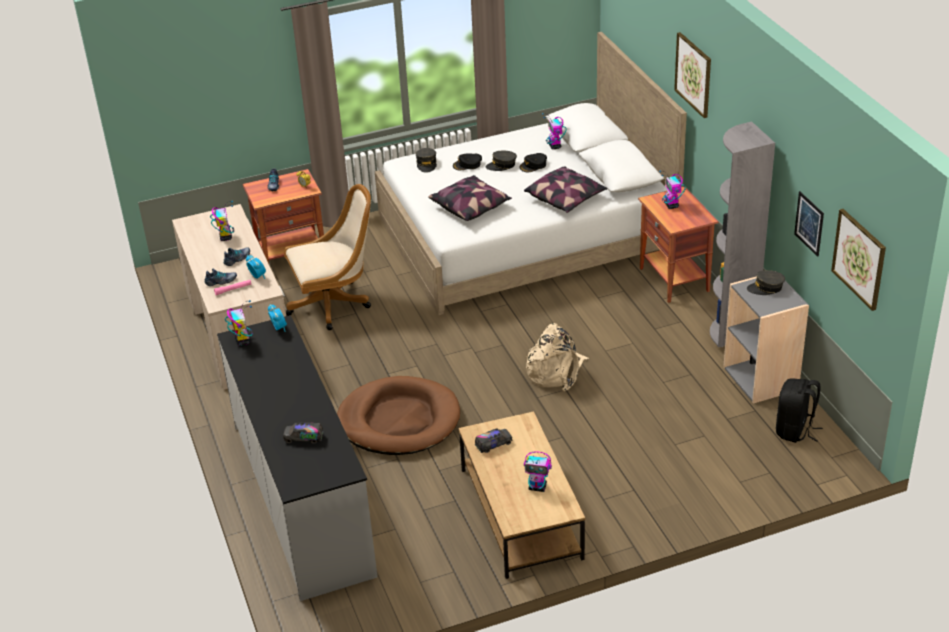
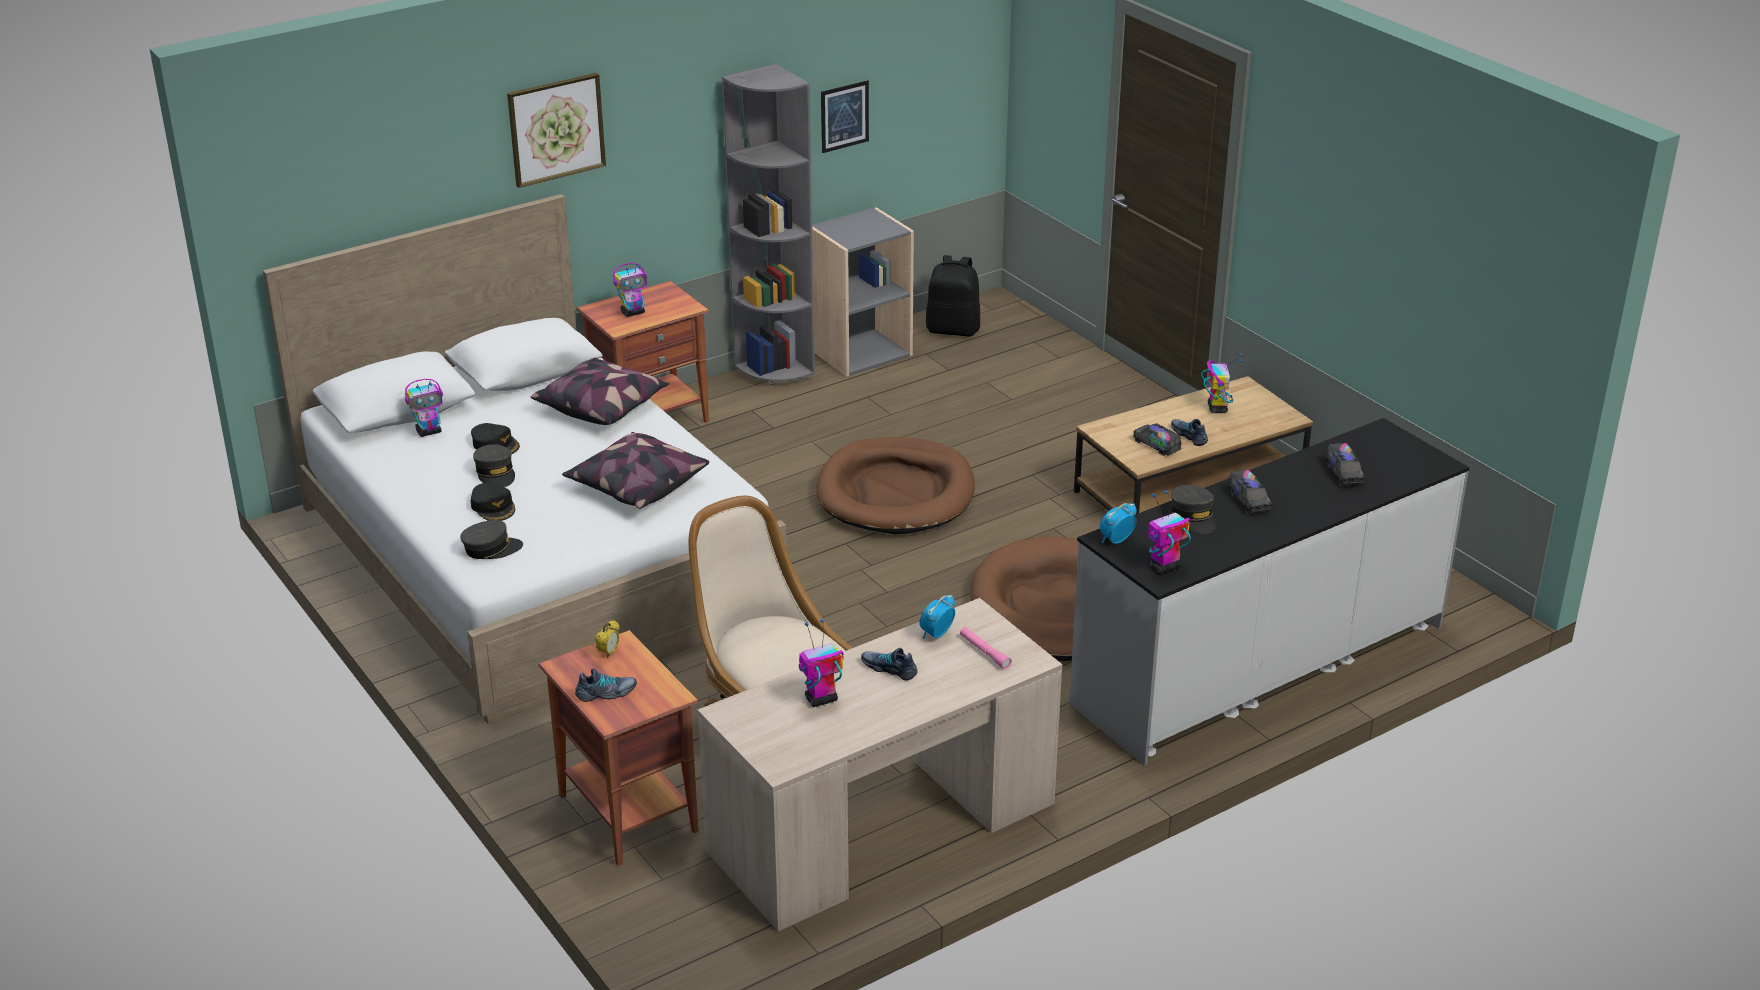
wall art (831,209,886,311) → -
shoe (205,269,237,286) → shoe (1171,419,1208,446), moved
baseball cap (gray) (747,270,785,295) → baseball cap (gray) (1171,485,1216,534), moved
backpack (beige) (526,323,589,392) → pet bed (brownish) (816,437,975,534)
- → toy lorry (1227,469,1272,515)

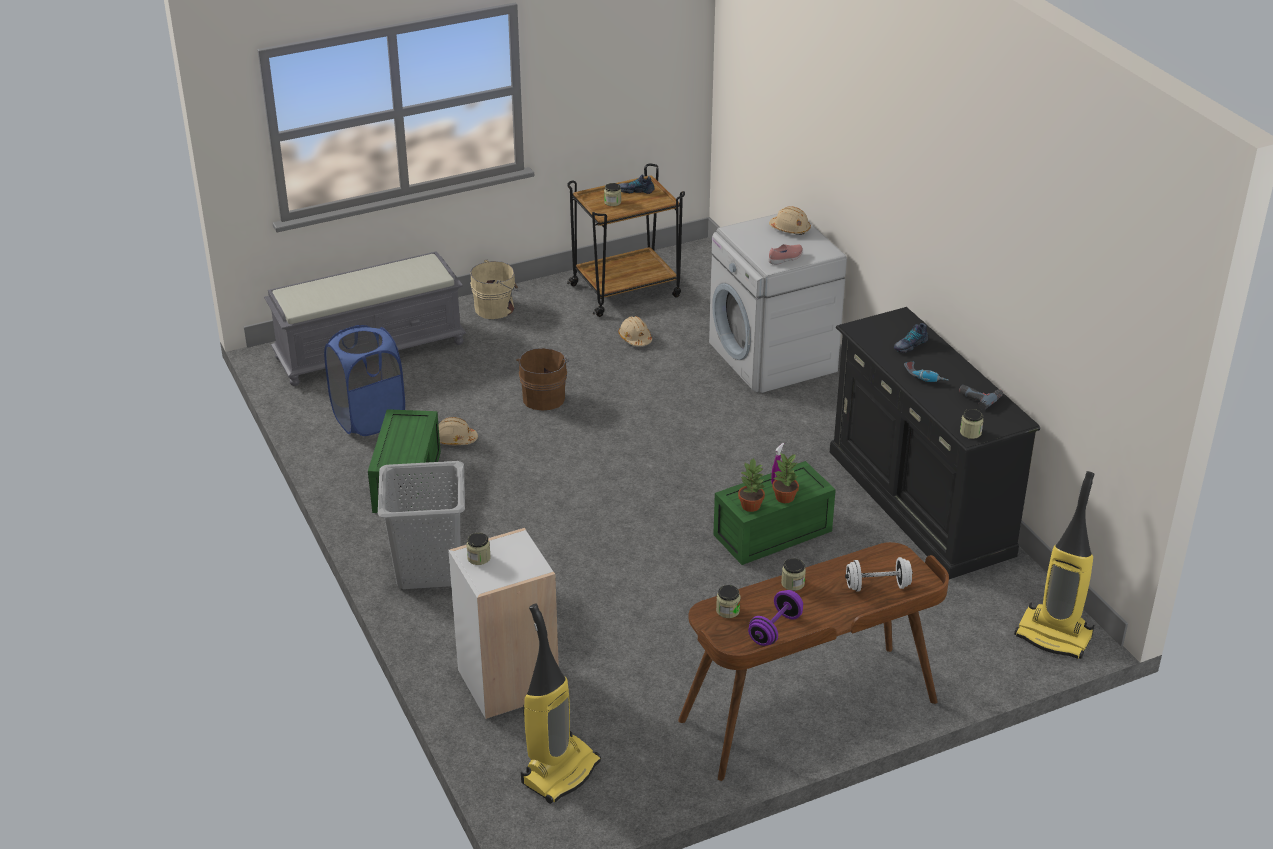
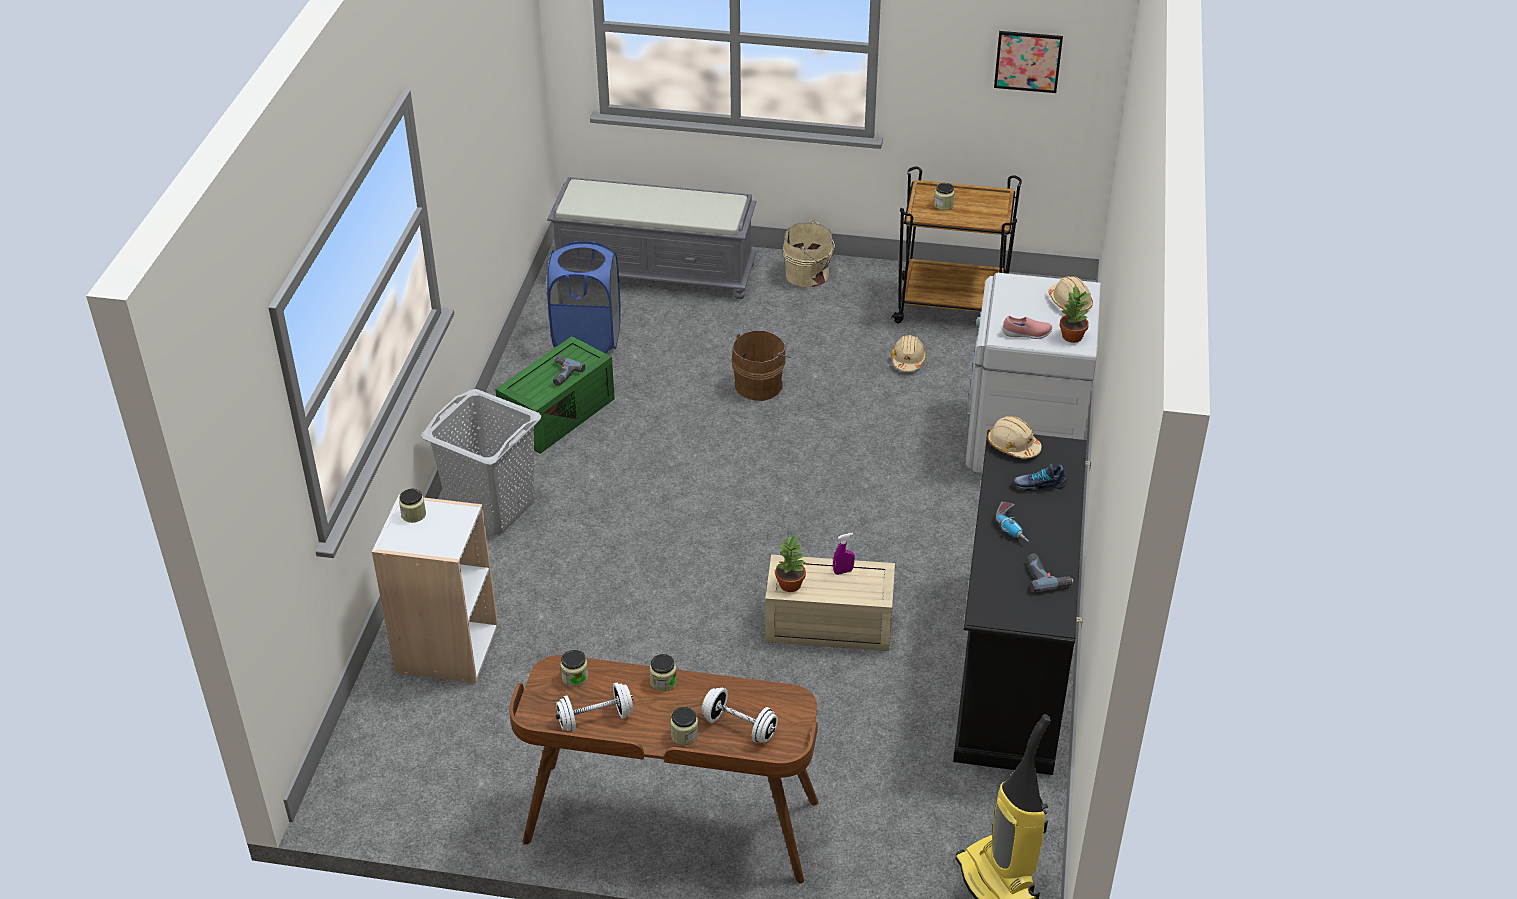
shoe (619,175,654,194) → -
jar (960,409,984,439) → jar (670,707,698,745), moved
safety helmet (beige) (438,417,478,445) → safety helmet (beige) (988,416,1042,459), moved
potted plant (772,454,799,503) → potted plant (1059,286,1090,343), moved
storage bin (green-coloured) (713,461,836,565) → storage bin (beige) (765,555,895,651)
dumbbell (purple-coloured) (748,590,803,646) → dumbbell (white) (556,683,633,732)
hoover (521,603,601,804) → -
- → wall art (994,31,1063,93)
- → power drill (553,355,586,386)

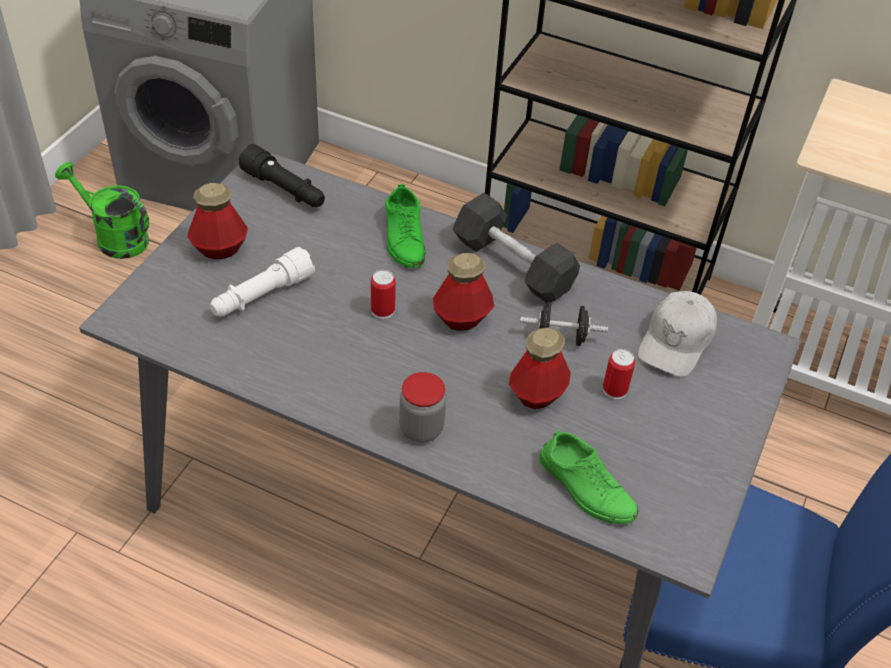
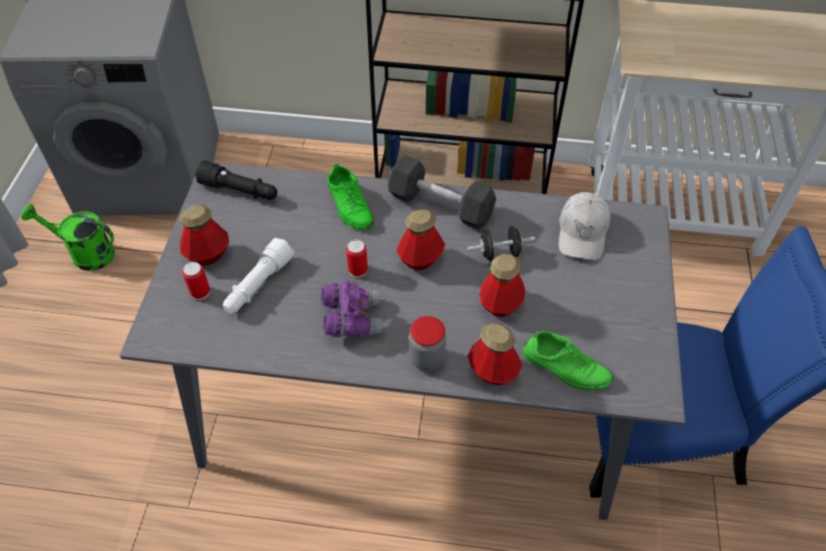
sealed can (603,349,635,399) → sealed can (182,262,210,300), moved
- → field glasses (purple-coloured) (321,280,383,337)
- → beverage bottle (468,323,522,385)

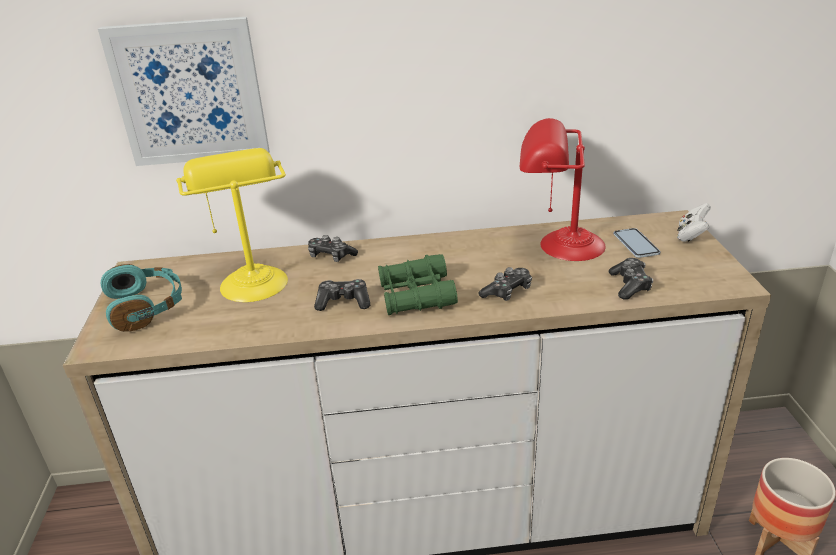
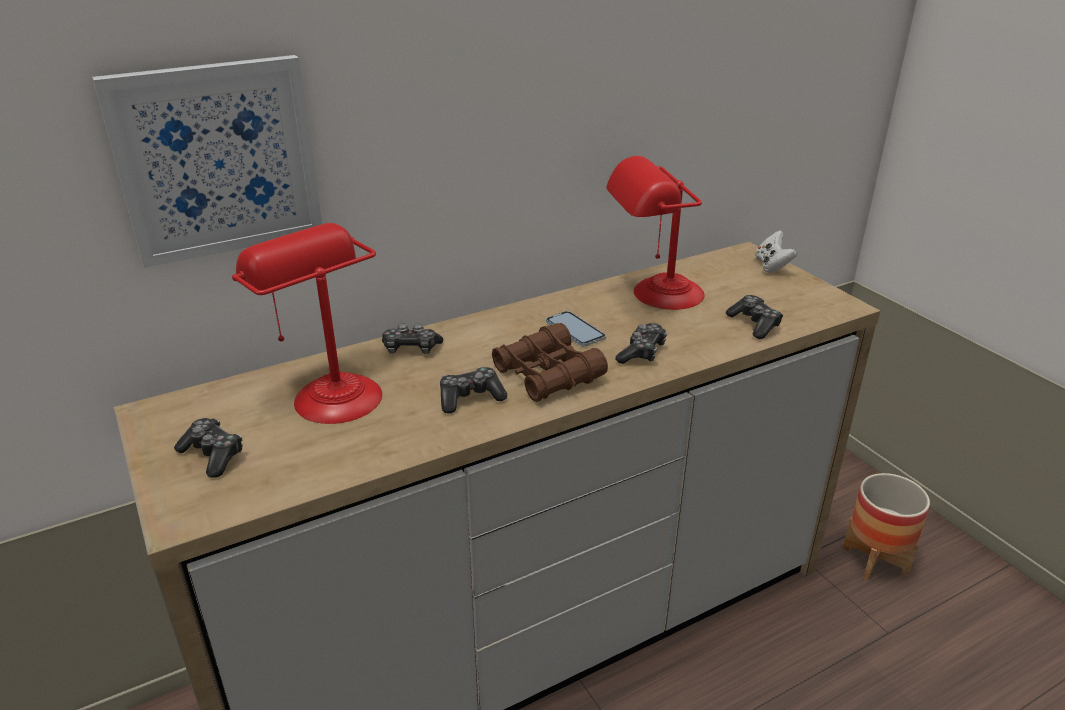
table lamp (yellowish) (176,148,288,302) → table lamp (red-coloured) (232,223,382,424)
handset (614,228,660,258) → handset (546,311,606,346), moved
field glasses (green-coloured) (378,254,458,315) → field glasses (brownish) (492,323,608,402)
pair of headphones (blue-green) (101,264,182,332) → joypad (174,418,243,478)

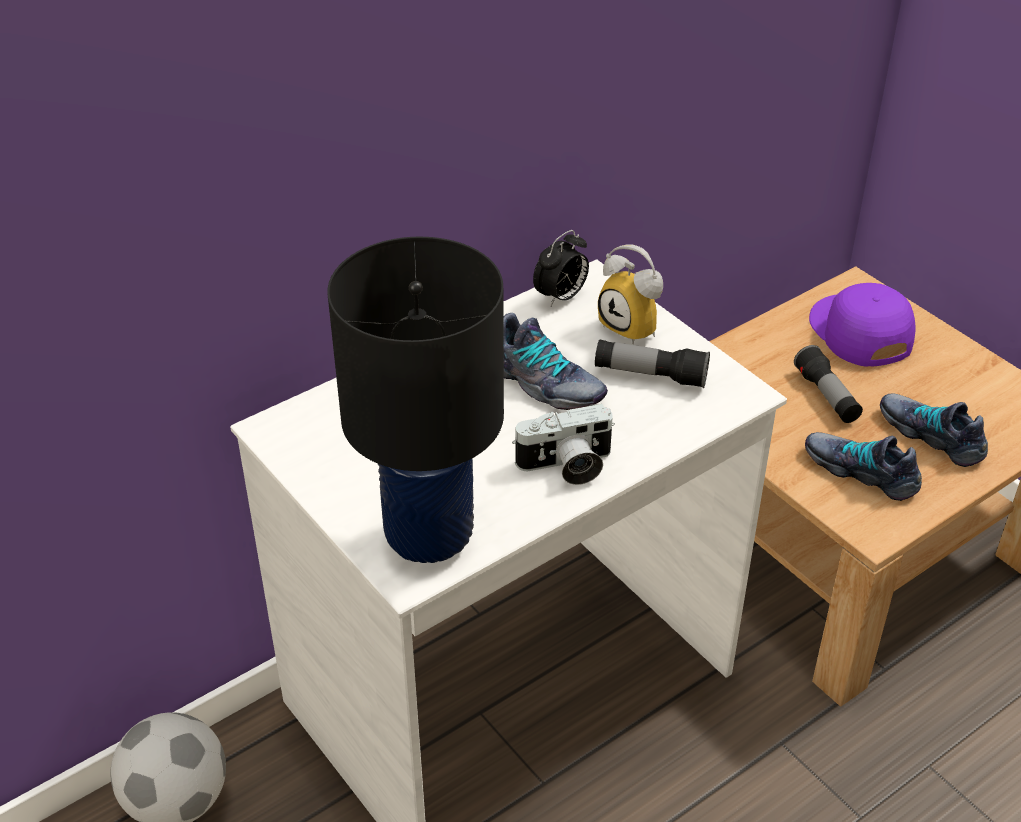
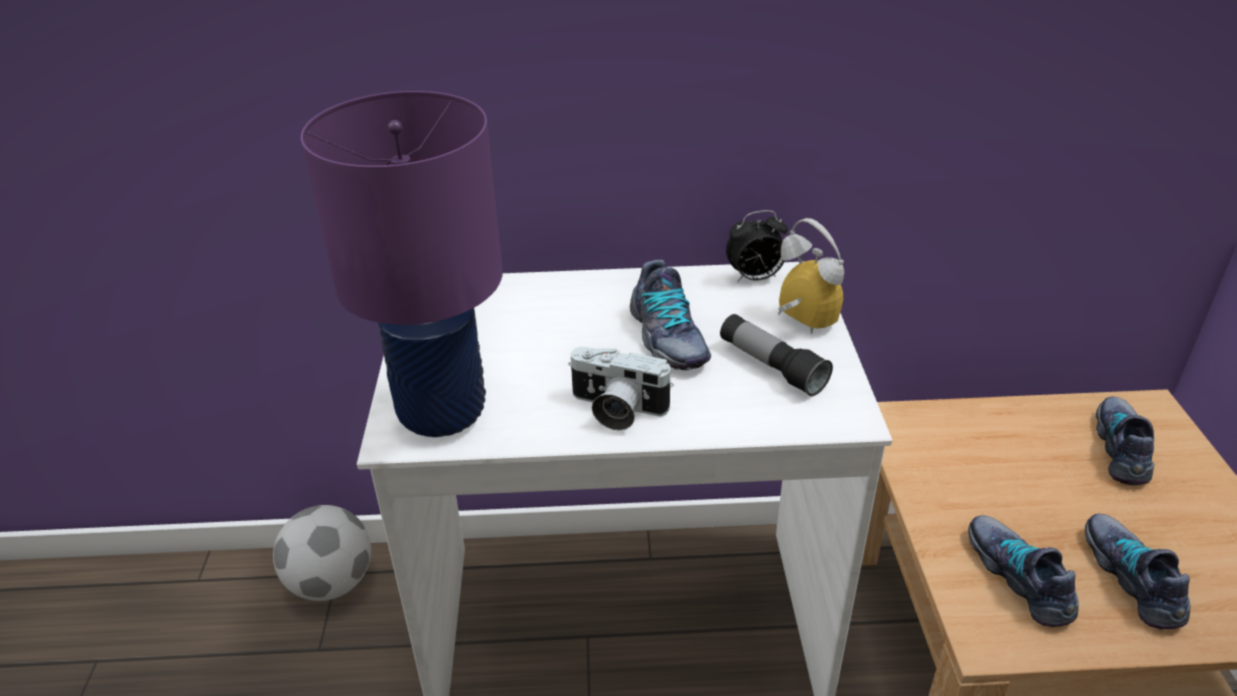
table lamp (black) (327,237,504,563) → table lamp (purple-coloured) (301,91,503,437)
bedside clock (598,244,663,344) → bedside clock (778,218,844,334), 150 degrees clockwise
baseball cap (purple-coloured) (809,283,916,367) → shoe (1096,396,1155,485)
torch (794,345,863,423) → -

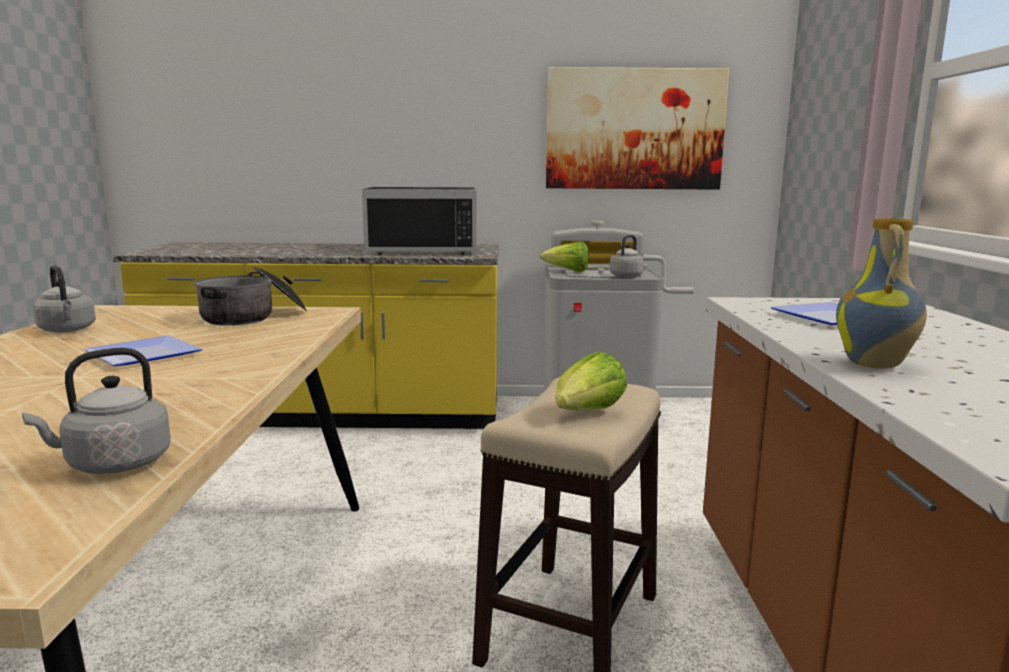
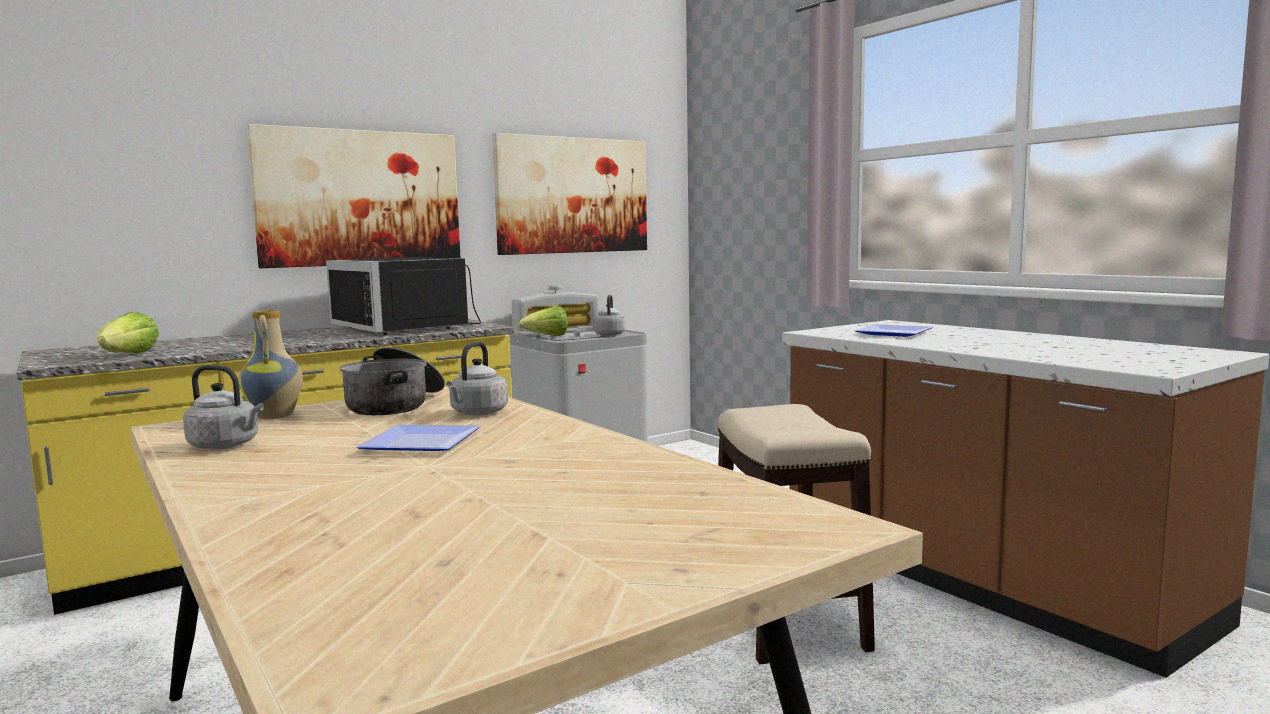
microwave (black) (362,187,477,254) → microwave (black) (326,257,481,335), 90 degrees clockwise
vase (836,218,927,369) → vase (239,310,303,419), moved
kettle (gray) (22,348,171,474) → kettle (gray) (446,342,508,416), moved
lettuce head (556,352,627,410) → lettuce head (97,312,159,354), moved
- → wall art (246,124,460,268)

